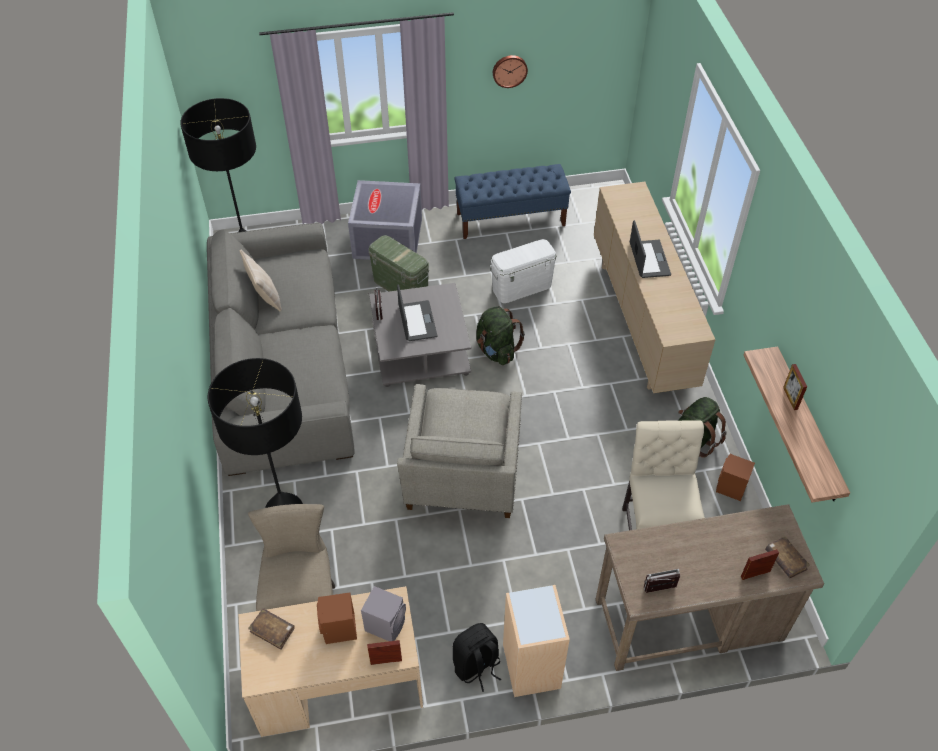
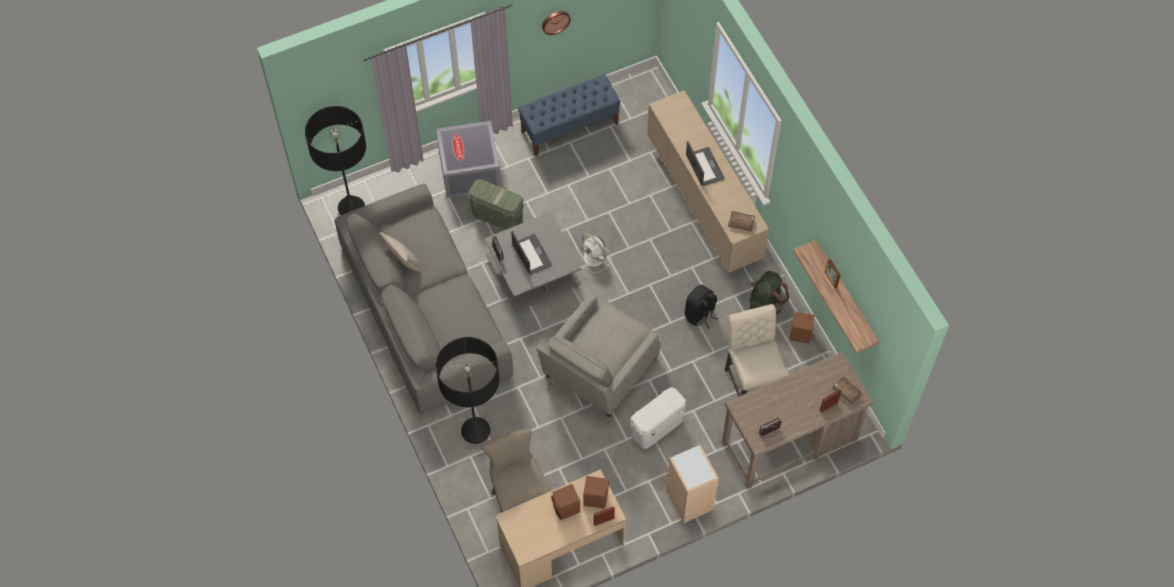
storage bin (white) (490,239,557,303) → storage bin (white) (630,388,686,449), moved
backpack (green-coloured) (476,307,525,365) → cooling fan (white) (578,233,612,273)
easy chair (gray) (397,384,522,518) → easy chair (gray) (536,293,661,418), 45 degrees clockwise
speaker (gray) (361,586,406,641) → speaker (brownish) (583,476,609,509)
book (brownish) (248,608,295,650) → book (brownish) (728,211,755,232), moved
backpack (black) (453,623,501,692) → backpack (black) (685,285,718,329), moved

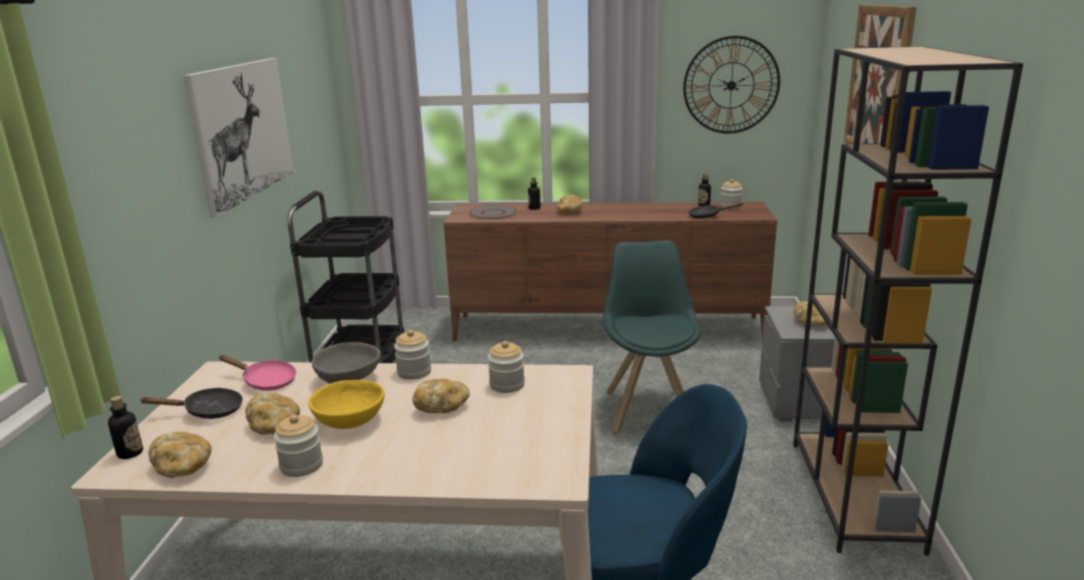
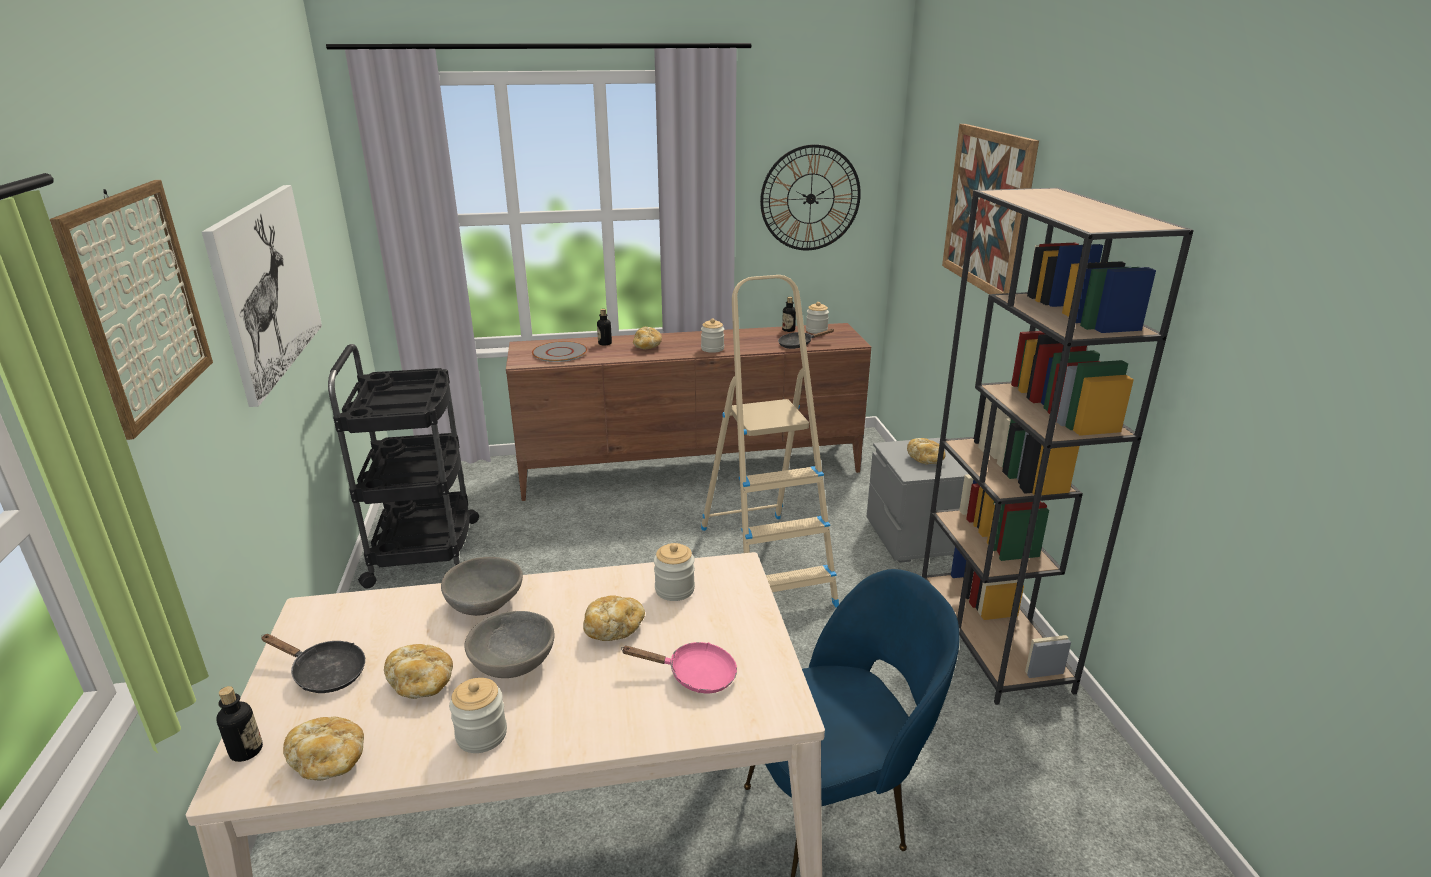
upright chair (blue-green) (603,240,701,434) → step ladder (beige) (701,275,839,608)
jar (394,330,431,380) → jar (701,318,724,353), moved
skillet (pinkish) (219,355,296,391) → skillet (pinkish) (621,642,737,693), moved
deep dish (yellowish) (308,380,385,429) → deep dish (gray) (464,611,555,678)
skillet (black) (140,388,243,419) → skillet (black) (261,634,365,693), 45 degrees clockwise
- → wall art (50,180,213,440)

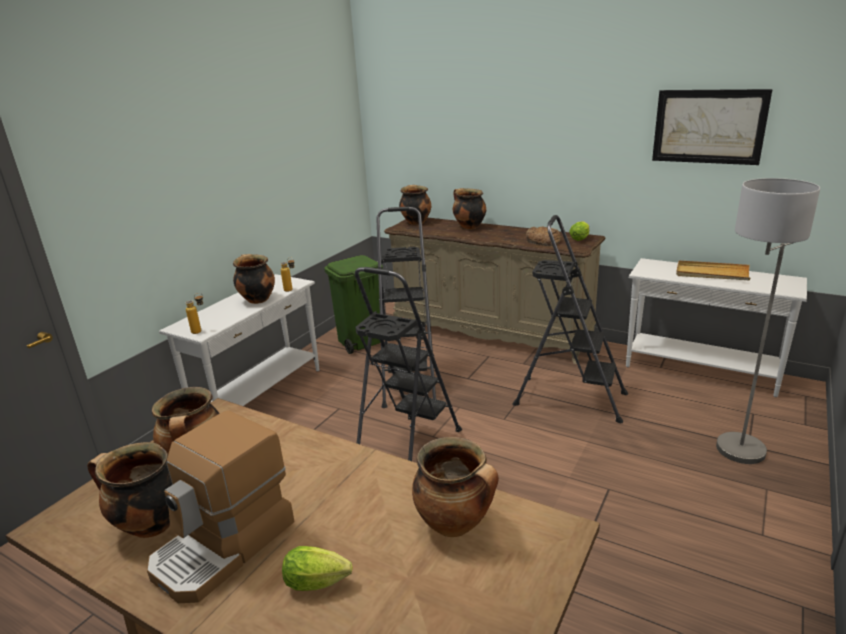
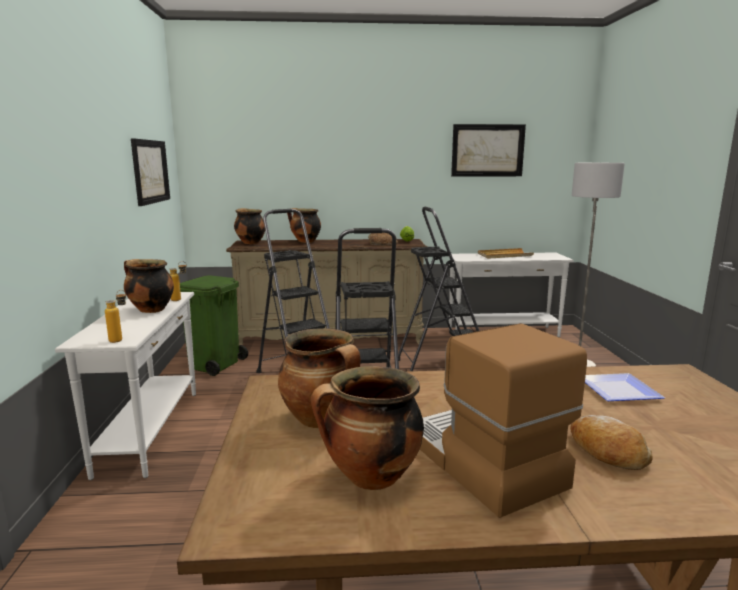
coffee maker (147,410,294,603) → coffee maker (420,323,587,518), 150 degrees clockwise
saucepot (412,437,499,537) → plate (585,373,665,401)
lettuce head (282,546,353,591) → baked bread (570,415,653,470)
- → wall art (131,138,170,206)

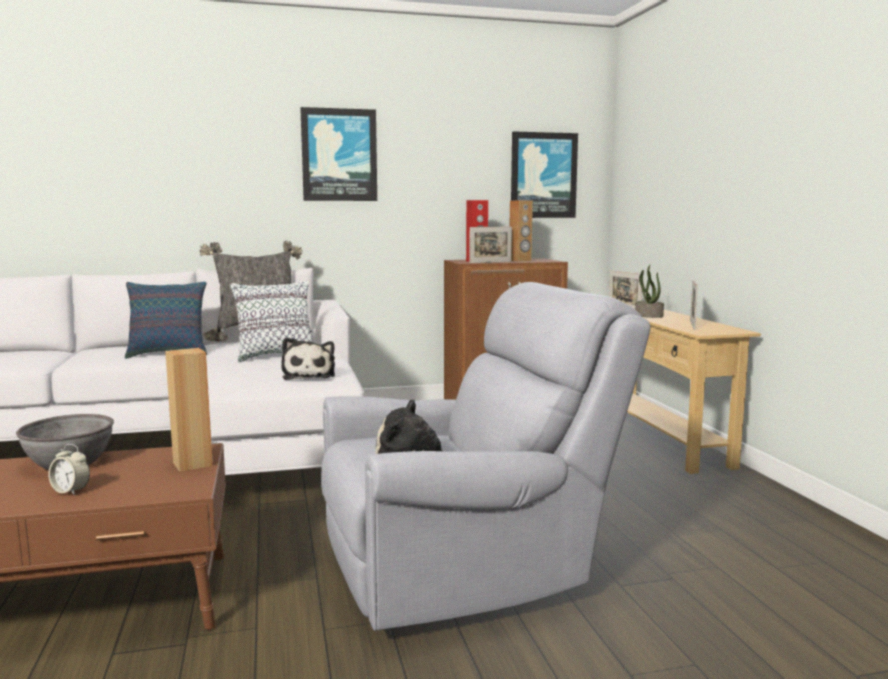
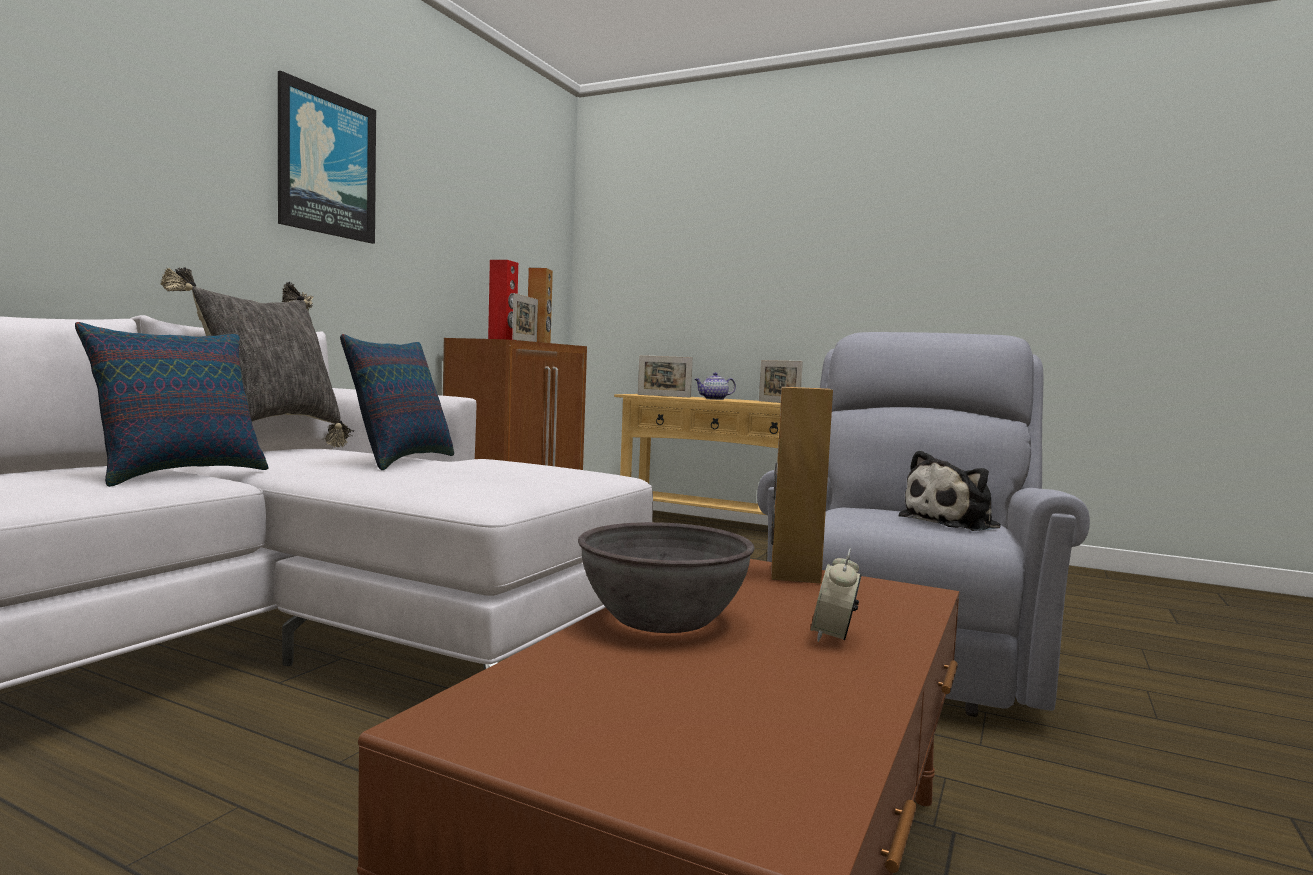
wall art (511,131,578,218) → -
potted plant (635,265,664,318) → teapot (695,373,736,400)
pillow (white) (230,281,312,362) → pillow (blue-coloured) (340,334,454,470)
plush toy (281,337,335,380) → -
bedside clock (48,444,90,495) → bedside clock (810,548,862,642), 135 degrees clockwise

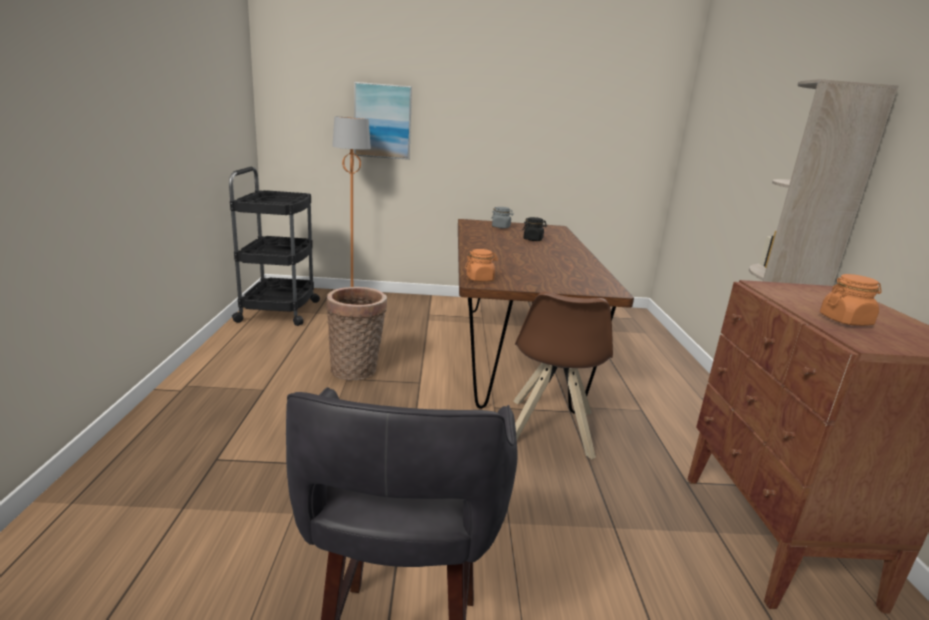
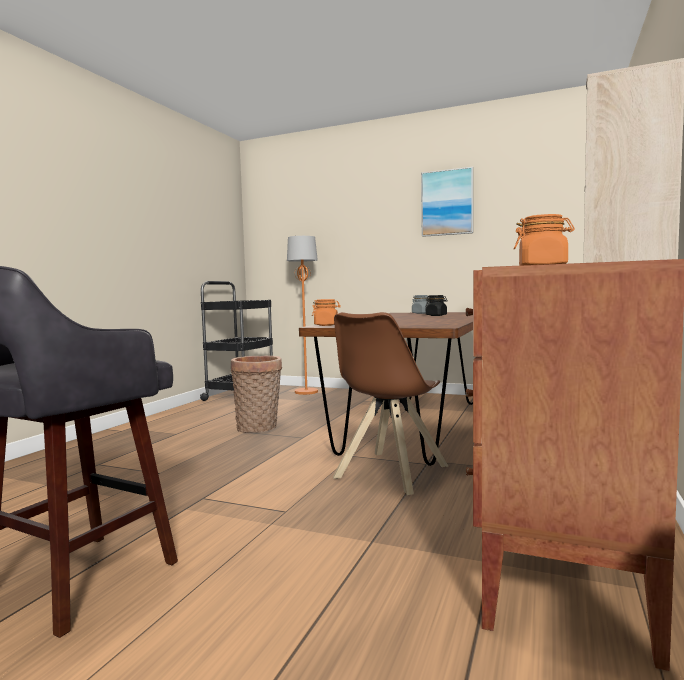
wall art (354,82,412,160) → wall art (421,167,473,237), moved

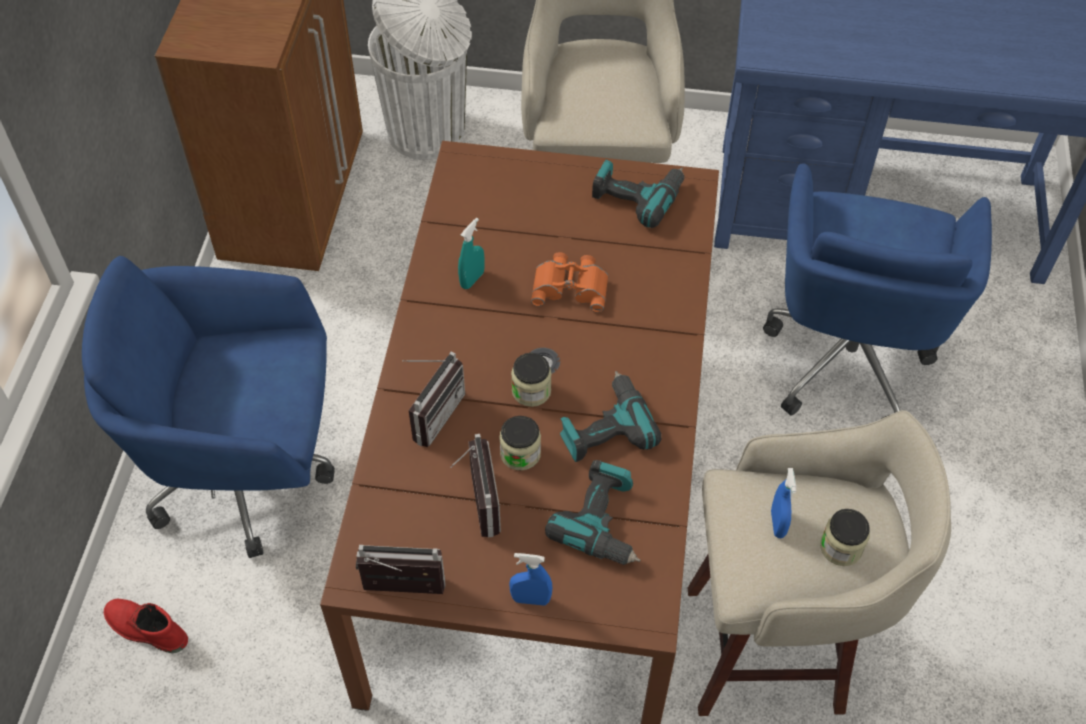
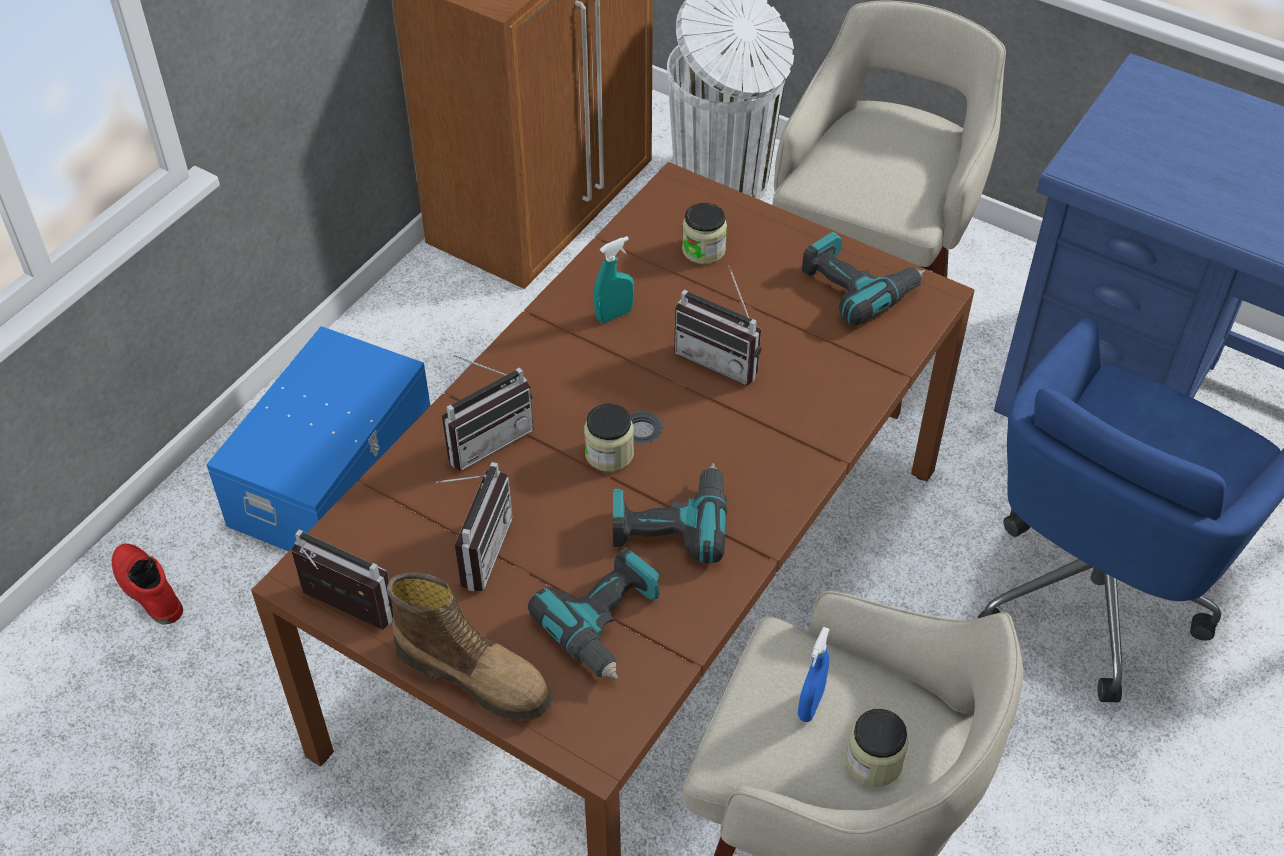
field glasses (orange) (531,252,608,312) → radio (674,266,762,385)
office chair (blue-coloured) (82,256,335,558) → storage bin (blue-coloured) (207,326,430,551)
jar (499,416,541,471) → jar (682,203,727,264), moved
hand sprayer (blue-coloured) (509,553,552,606) → high-top boot (387,573,553,721)

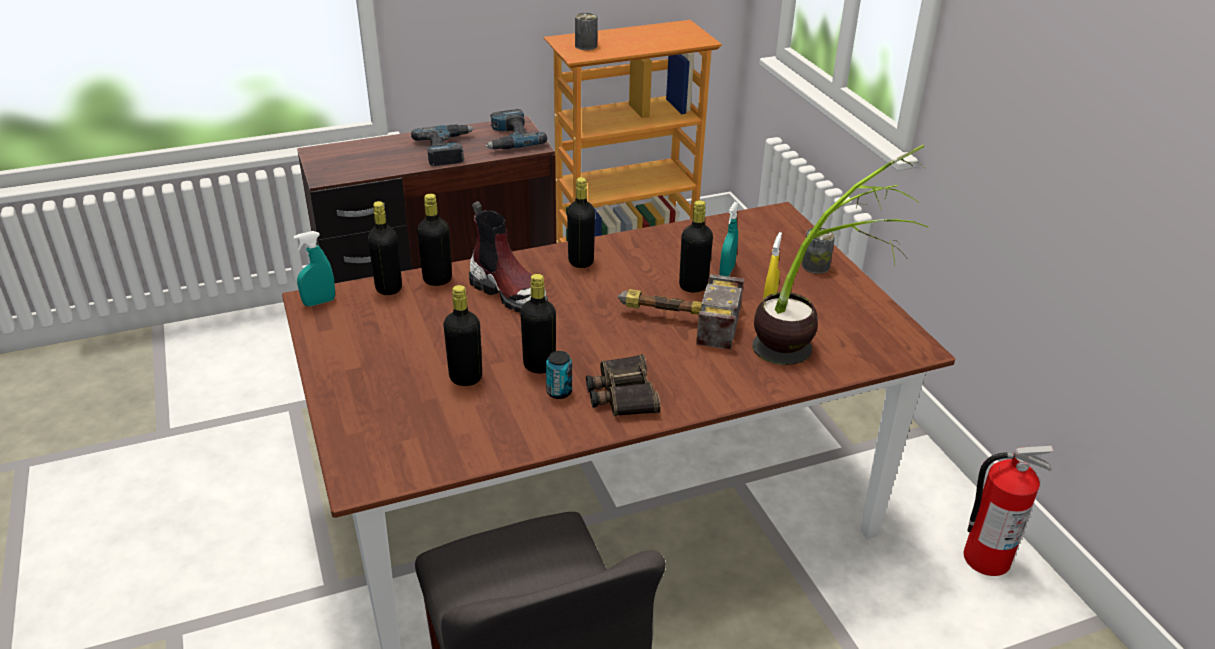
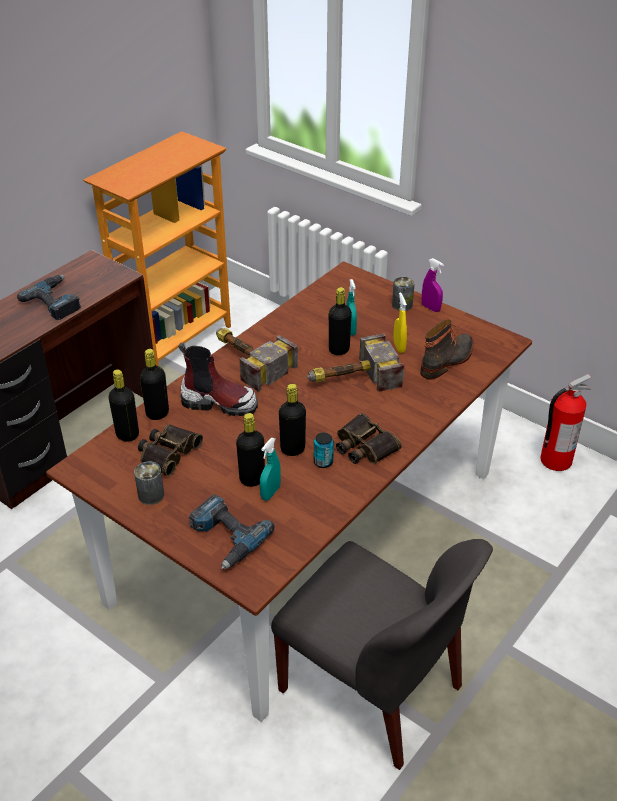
sealed can (575,13,598,50) → sealed can (134,462,164,505), moved
power drill (485,109,547,149) → power drill (188,494,275,569), moved
potted plant (752,145,929,365) → high-top boot (420,319,474,380)
beverage bottle (black) (567,177,595,268) → hand hammer (216,328,298,392)
hand sprayer (blue-green) (293,231,335,306) → hand sprayer (blue-green) (260,438,281,501), moved
- → hand sprayer (purple-coloured) (422,258,444,312)
- → field glasses (138,424,203,477)

